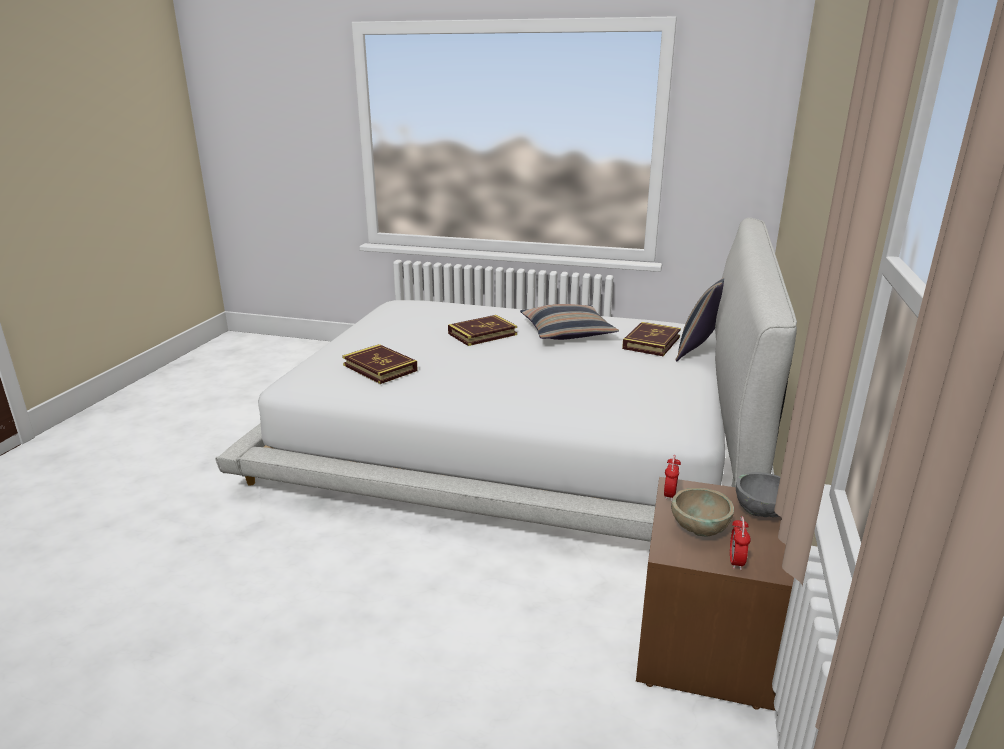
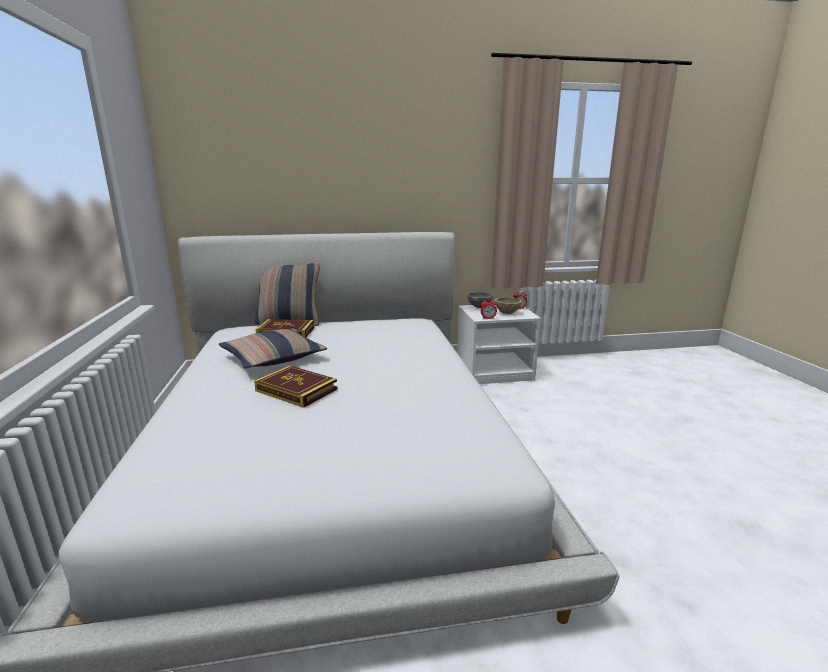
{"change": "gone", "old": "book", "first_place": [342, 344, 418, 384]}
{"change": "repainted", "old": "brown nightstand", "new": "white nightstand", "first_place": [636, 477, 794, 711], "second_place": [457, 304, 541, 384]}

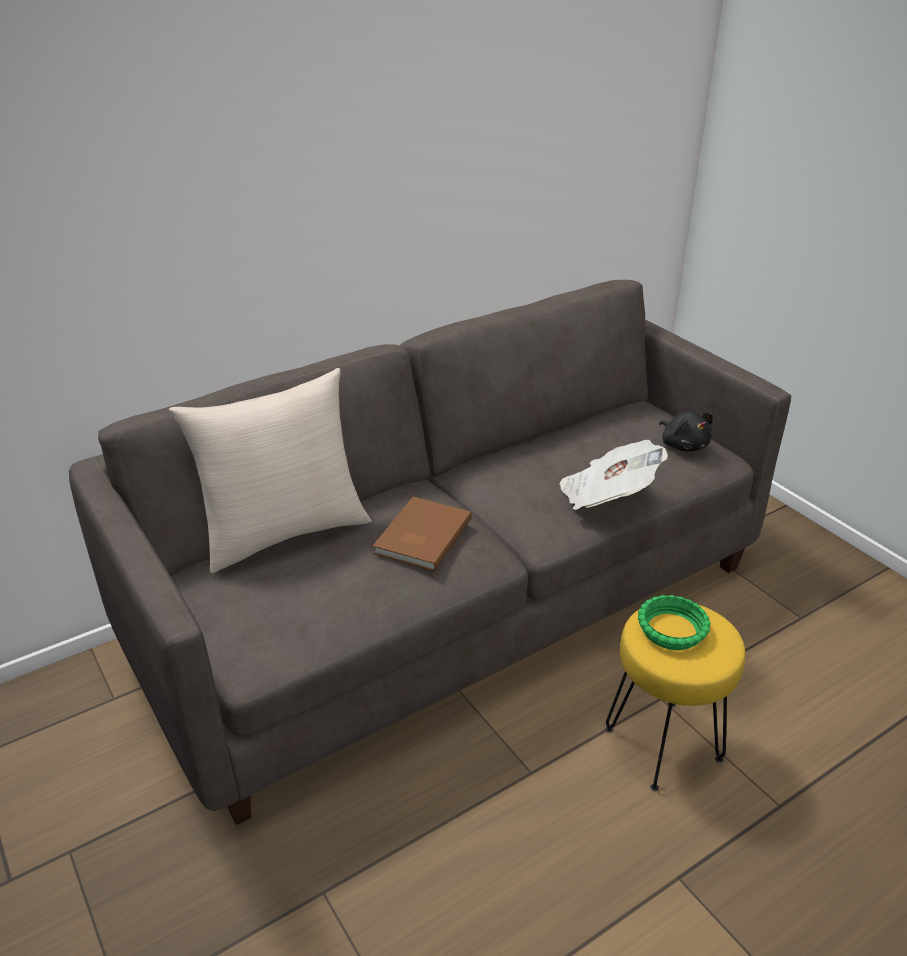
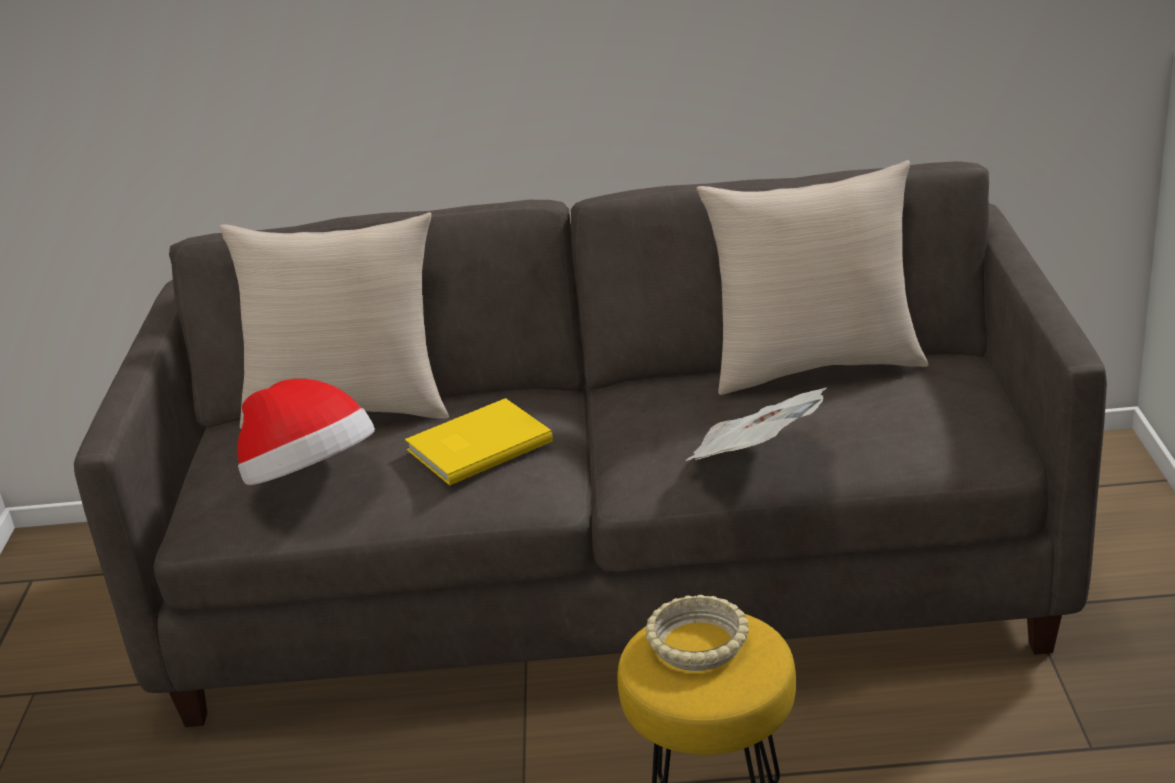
{"change": "repainted", "old": "brown book", "new": "yellow book", "first_place": [373, 497, 472, 571], "second_place": [405, 398, 553, 485]}
{"change": "repainted", "old": "green bowl", "new": "beige bowl", "first_place": [638, 595, 711, 650], "second_place": [645, 595, 749, 671]}
{"change": "gone", "old": "black plush toy", "first_place": [659, 411, 713, 451]}
{"change": "new", "new": "hat", "second_place": [237, 379, 375, 485]}
{"change": "new", "new": "beige pillow", "second_place": [696, 160, 929, 395]}

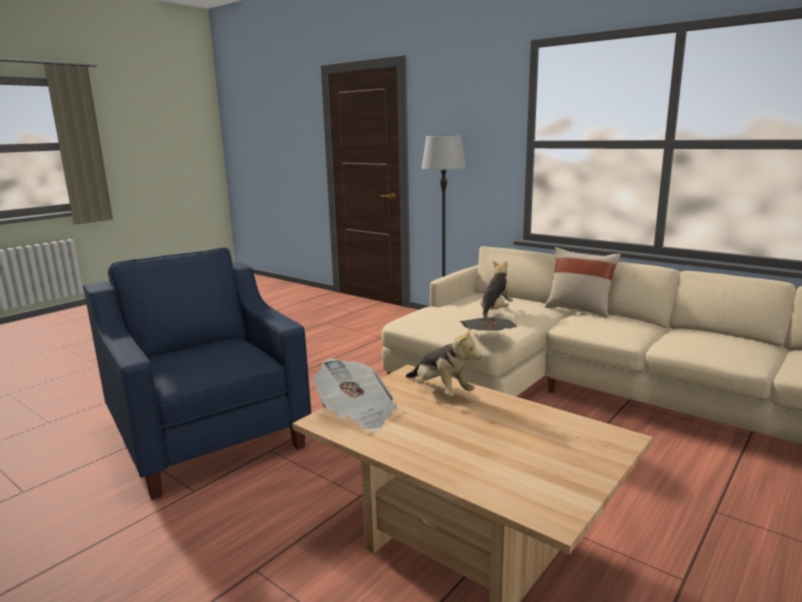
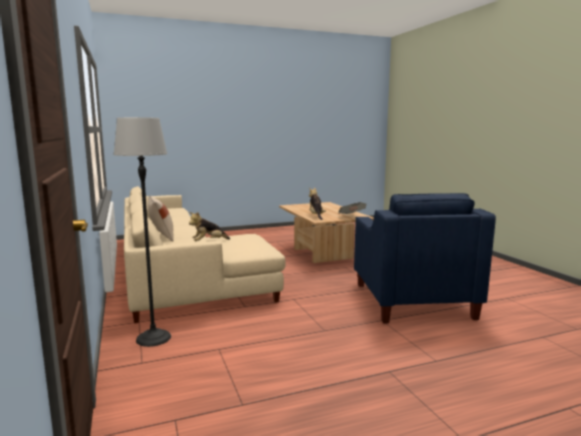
{"change": "gone", "old": "newspaper", "first_place": [460, 317, 517, 331]}

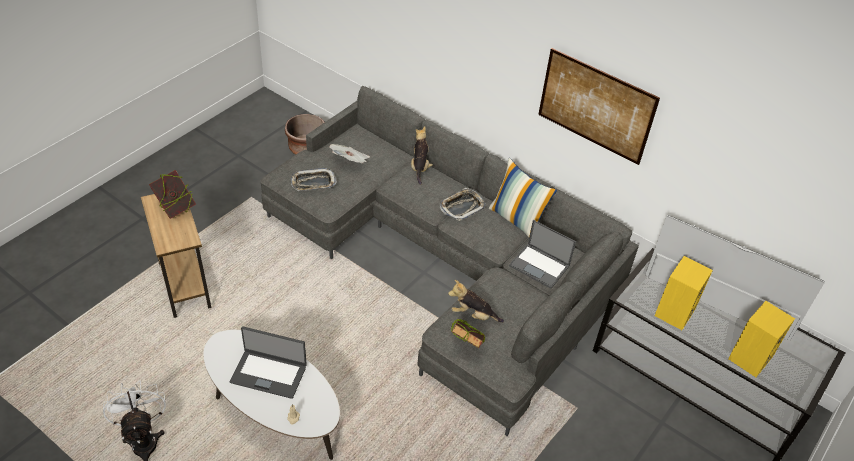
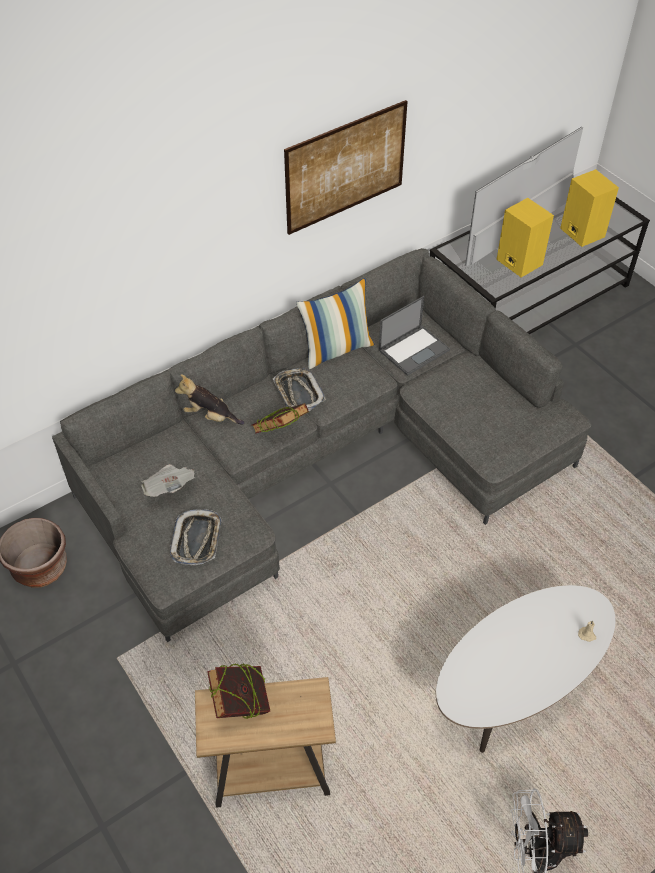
{"change": "gone", "old": "laptop", "first_place": [230, 326, 307, 399]}
{"change": "gone", "old": "plush toy", "first_place": [448, 280, 504, 323]}
{"change": "shifted", "old": "book", "first_place": [451, 319, 485, 348], "second_place": [252, 403, 309, 433]}

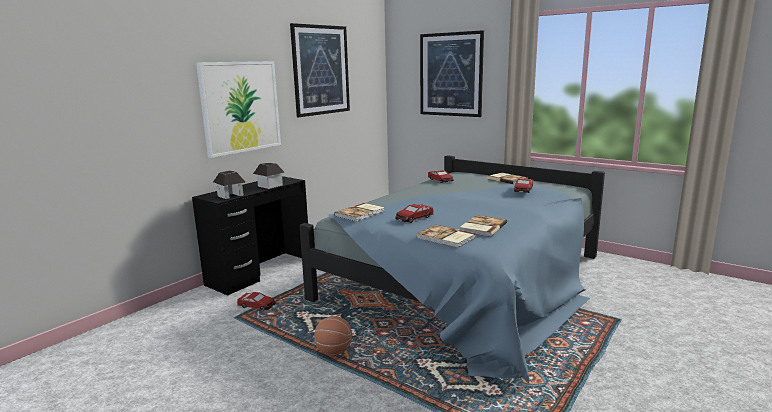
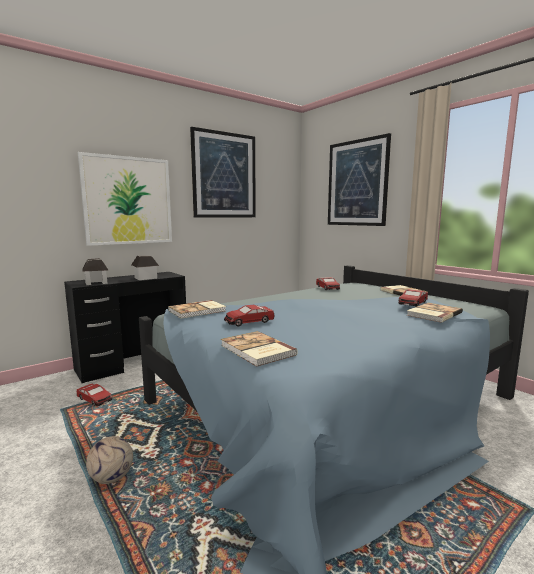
{"change": "swapped", "old": "basketball", "new": "football", "first_place": [314, 316, 352, 355], "second_place": [86, 436, 133, 484]}
{"change": "shifted", "old": "book", "first_place": [460, 215, 507, 237], "second_place": [407, 302, 463, 323]}

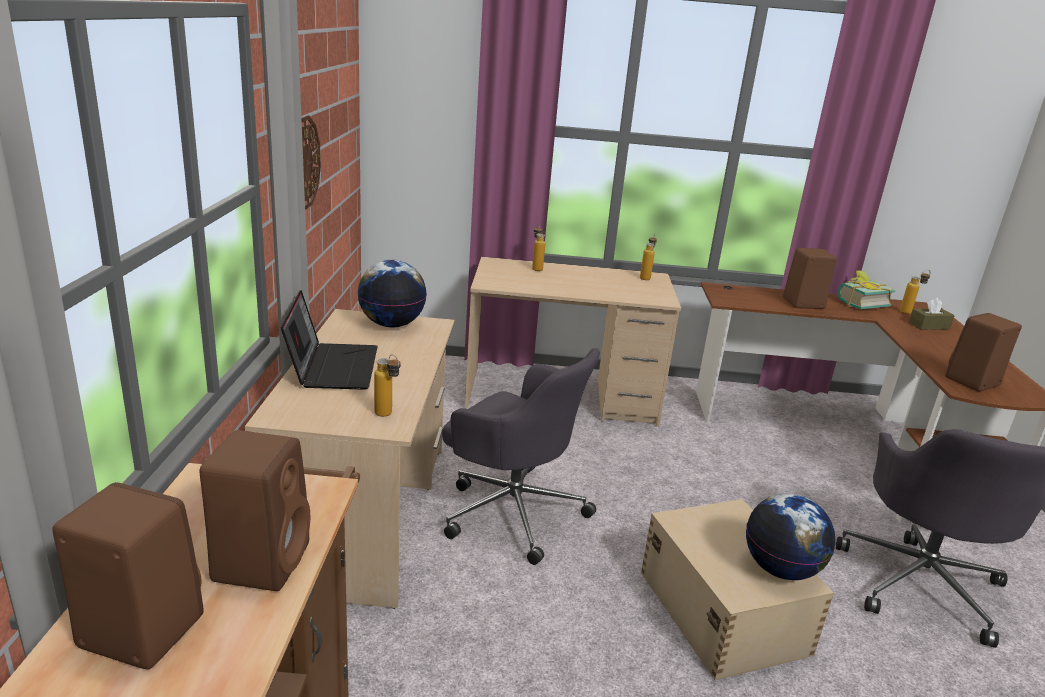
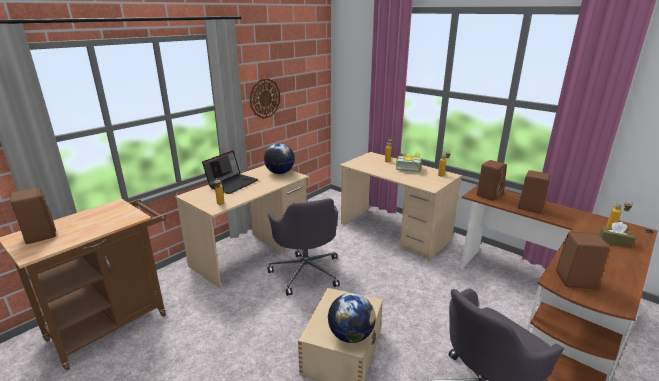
{"change": "shifted", "old": "brown speaker", "first_place": [200, 430, 310, 591], "second_place": [477, 160, 507, 201]}
{"change": "shifted", "old": "book", "first_place": [838, 271, 896, 309], "second_place": [396, 152, 422, 172]}

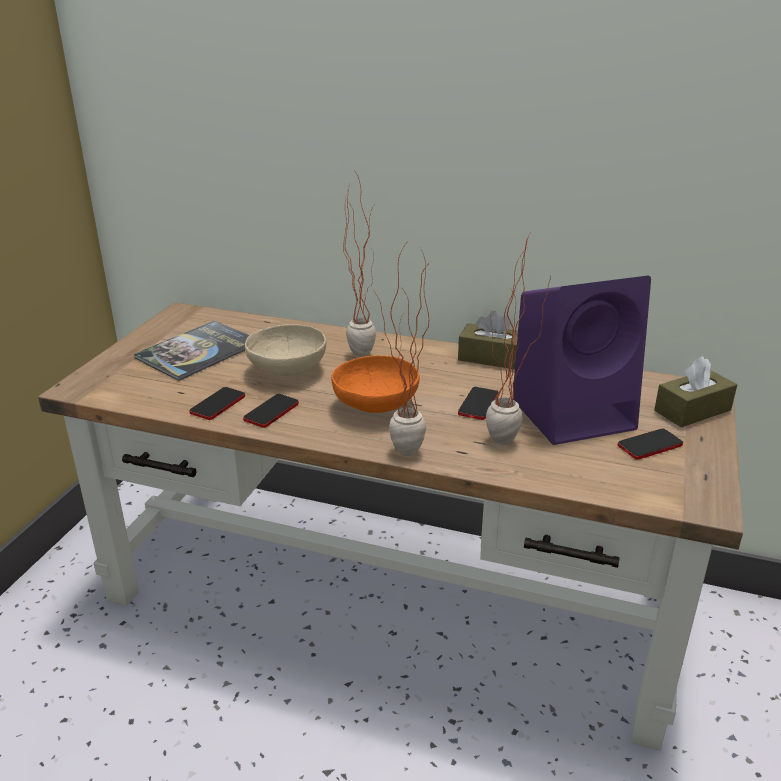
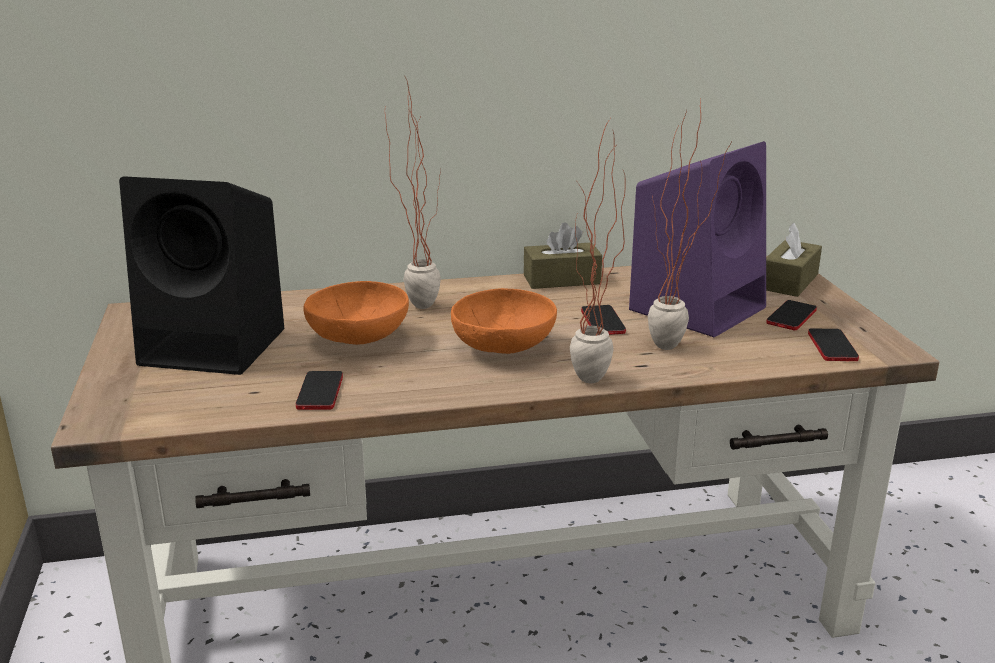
{"change": "swapped", "old": "book", "new": "black speaker", "first_place": [134, 321, 250, 381], "second_place": [119, 176, 284, 375]}
{"change": "shifted", "old": "phone", "first_place": [243, 394, 299, 428], "second_place": [808, 329, 859, 361]}
{"change": "repainted", "old": "beige bowl", "new": "orange bowl", "first_place": [245, 324, 326, 376], "second_place": [303, 281, 409, 345]}

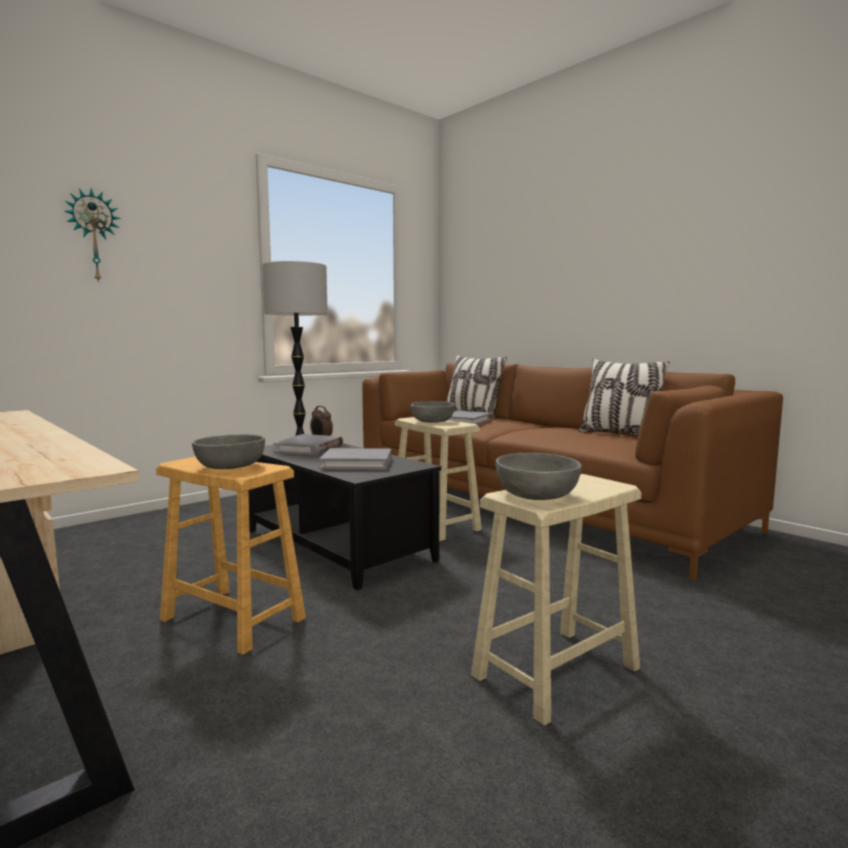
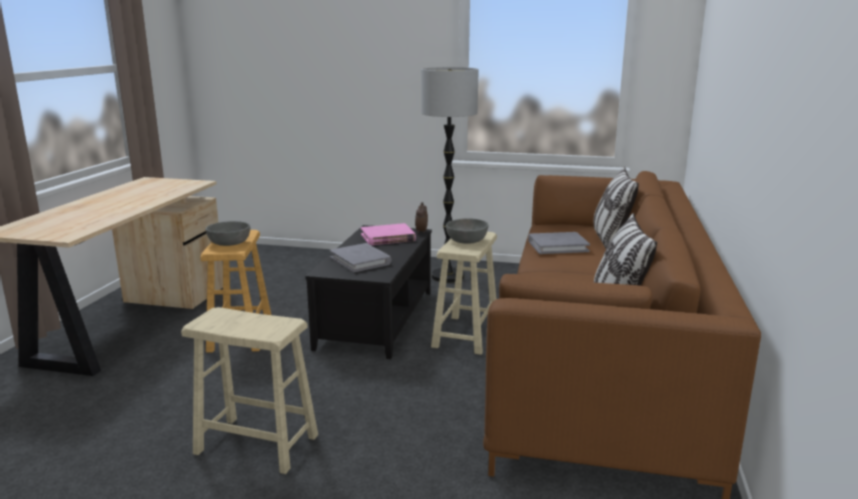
{"change": "gone", "old": "wall clock", "first_place": [64, 188, 121, 283]}
{"change": "repainted", "old": "grey book", "new": "pink book", "first_place": [274, 434, 343, 455], "second_place": [361, 223, 416, 245]}
{"change": "gone", "old": "grey bowl", "first_place": [495, 453, 582, 500]}

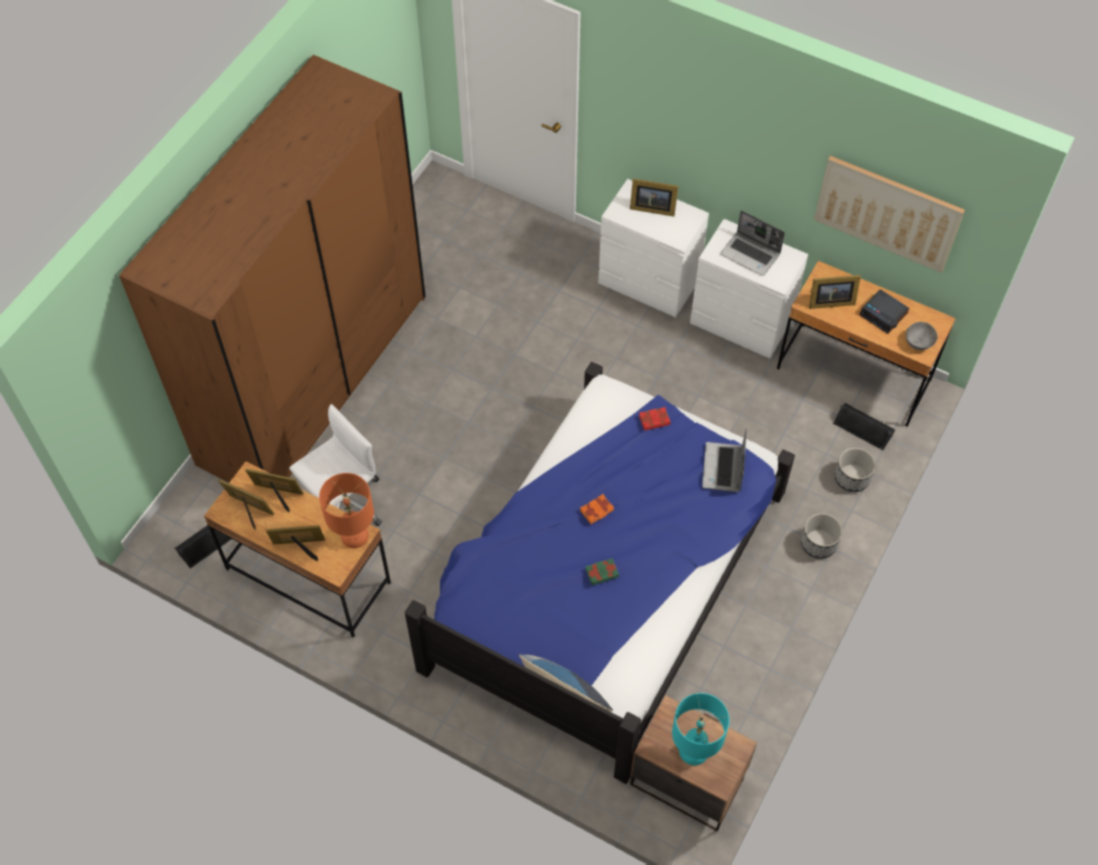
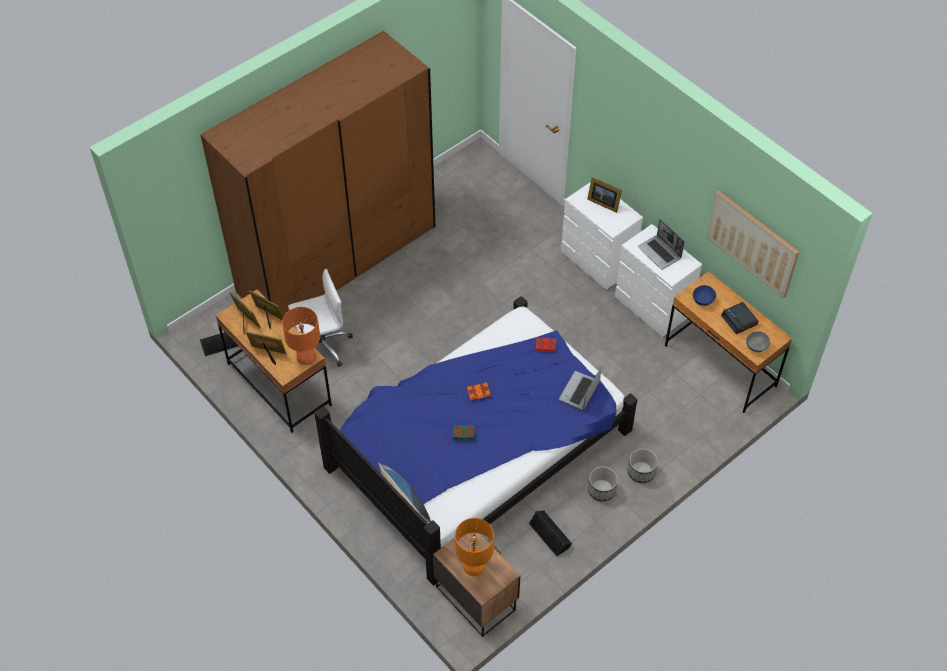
{"change": "repainted", "old": "turquoise table lamp", "new": "orange table lamp", "first_place": [672, 693, 729, 765], "second_place": [455, 518, 494, 576]}
{"change": "swapped", "old": "picture frame", "new": "blue bowl", "first_place": [809, 275, 861, 309], "second_place": [693, 285, 716, 306]}
{"change": "shifted", "old": "black speaker", "first_place": [833, 403, 896, 451], "second_place": [529, 510, 572, 557]}
{"change": "shifted", "old": "planter", "first_place": [835, 448, 876, 492], "second_place": [588, 466, 618, 501]}

